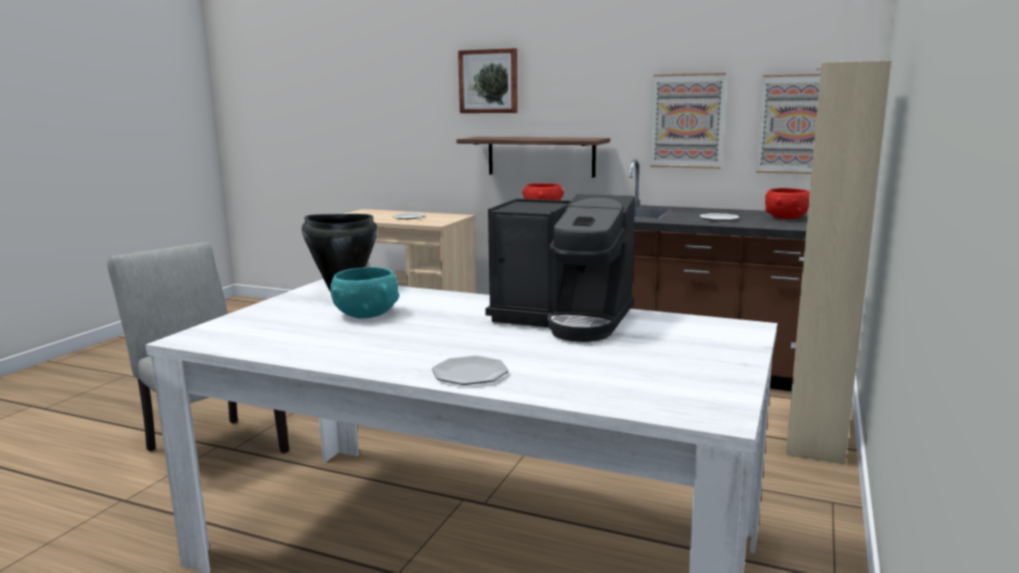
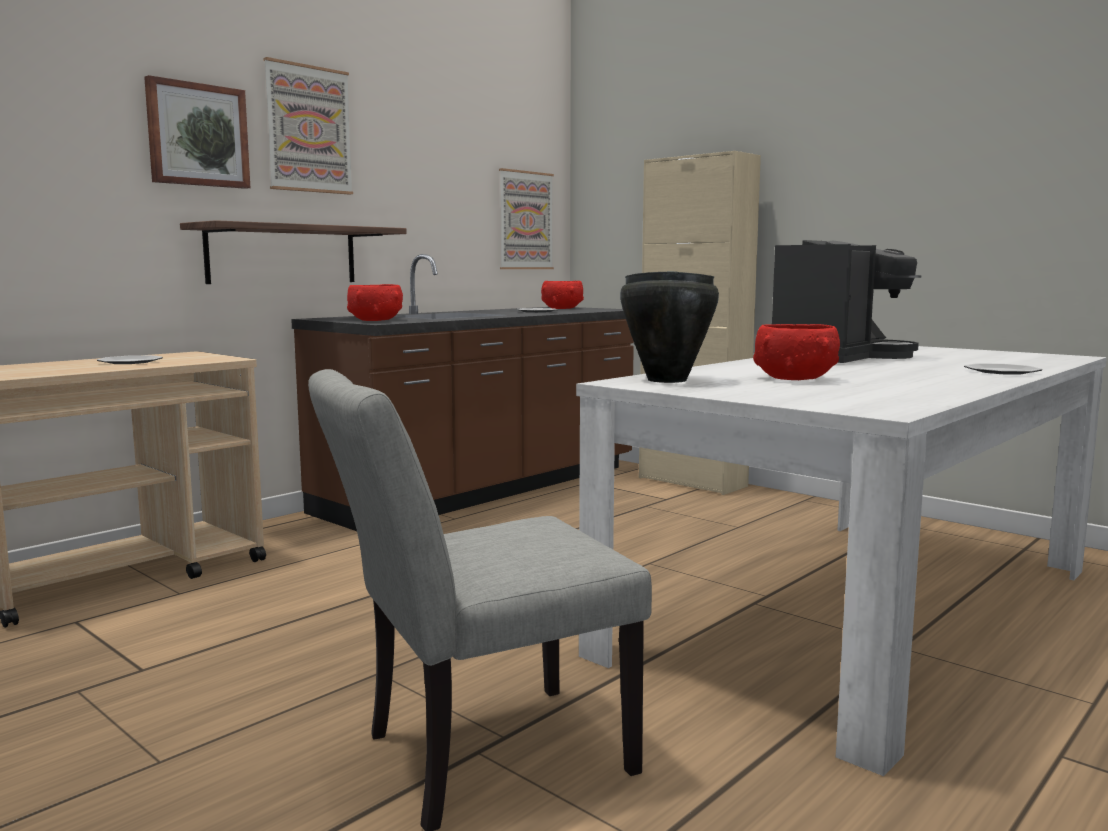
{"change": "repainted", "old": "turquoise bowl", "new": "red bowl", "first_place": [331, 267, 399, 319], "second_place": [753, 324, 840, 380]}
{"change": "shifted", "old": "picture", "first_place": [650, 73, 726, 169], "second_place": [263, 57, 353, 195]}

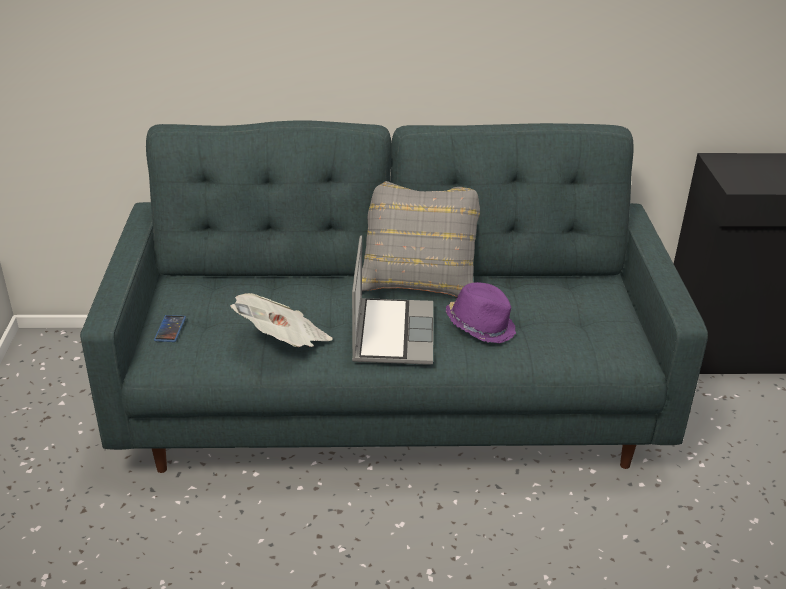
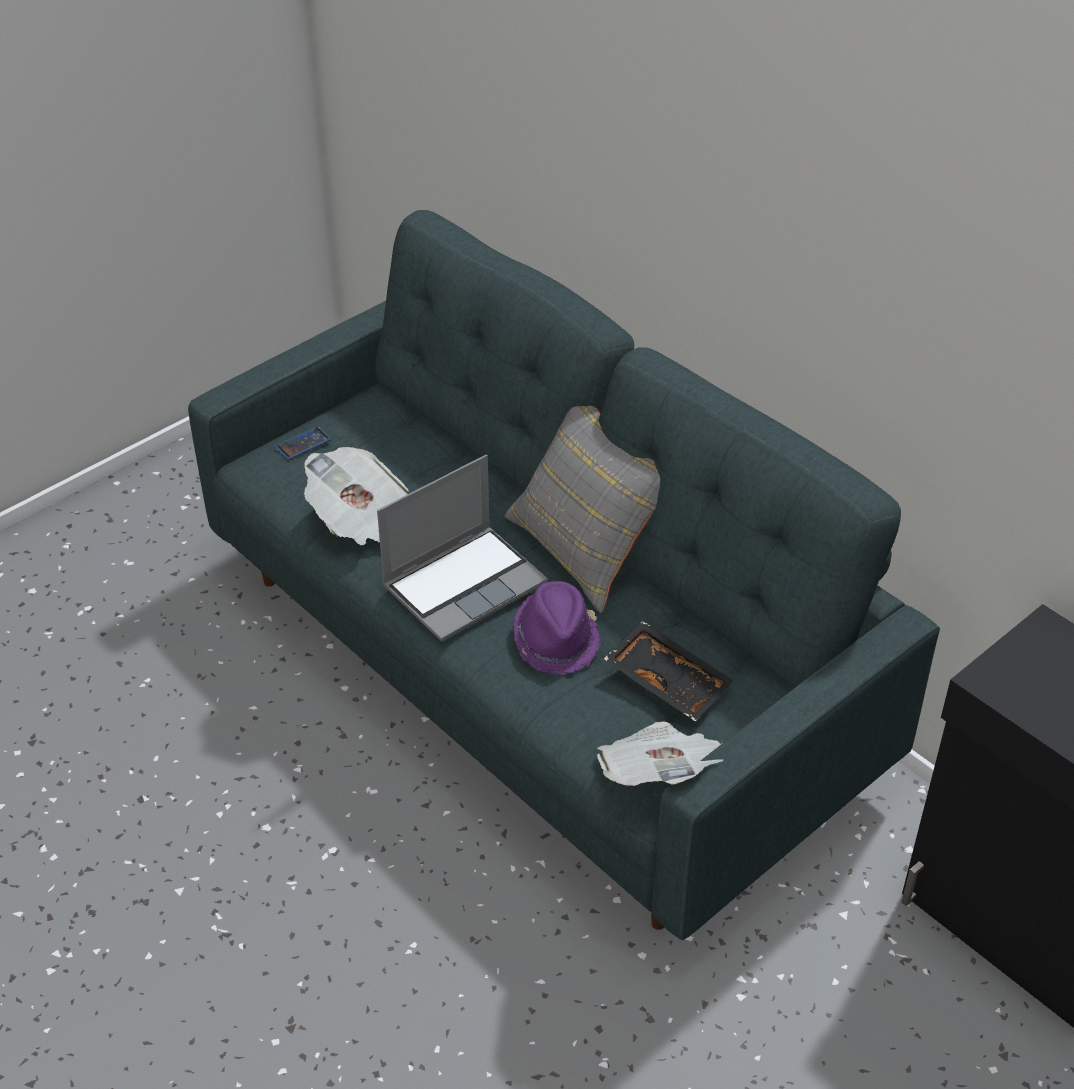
{"change": "new", "new": "newspaper", "second_place": [597, 721, 723, 786]}
{"change": "new", "new": "black tray", "second_place": [604, 621, 733, 722]}

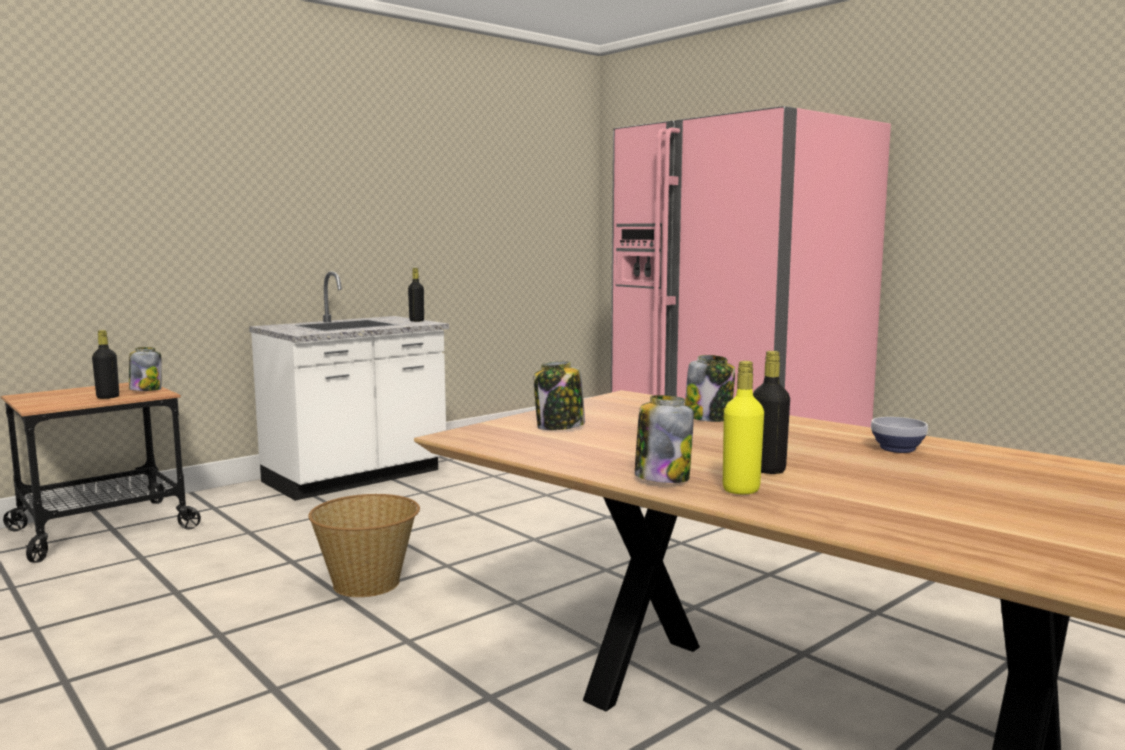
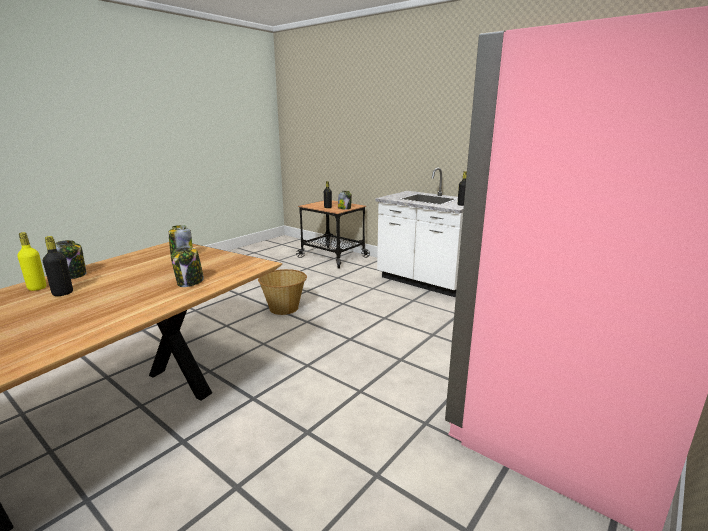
{"change": "gone", "old": "bowl", "first_place": [871, 417, 928, 453]}

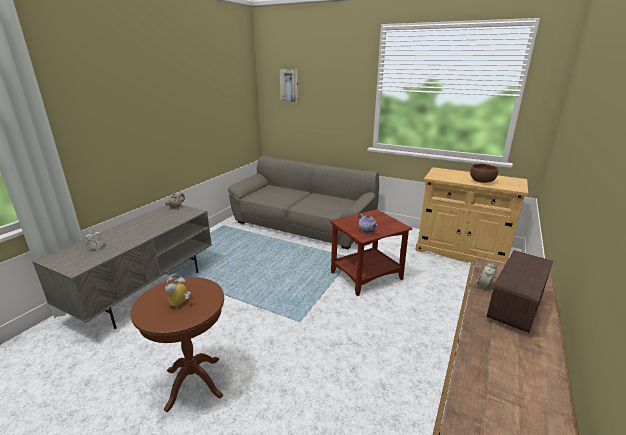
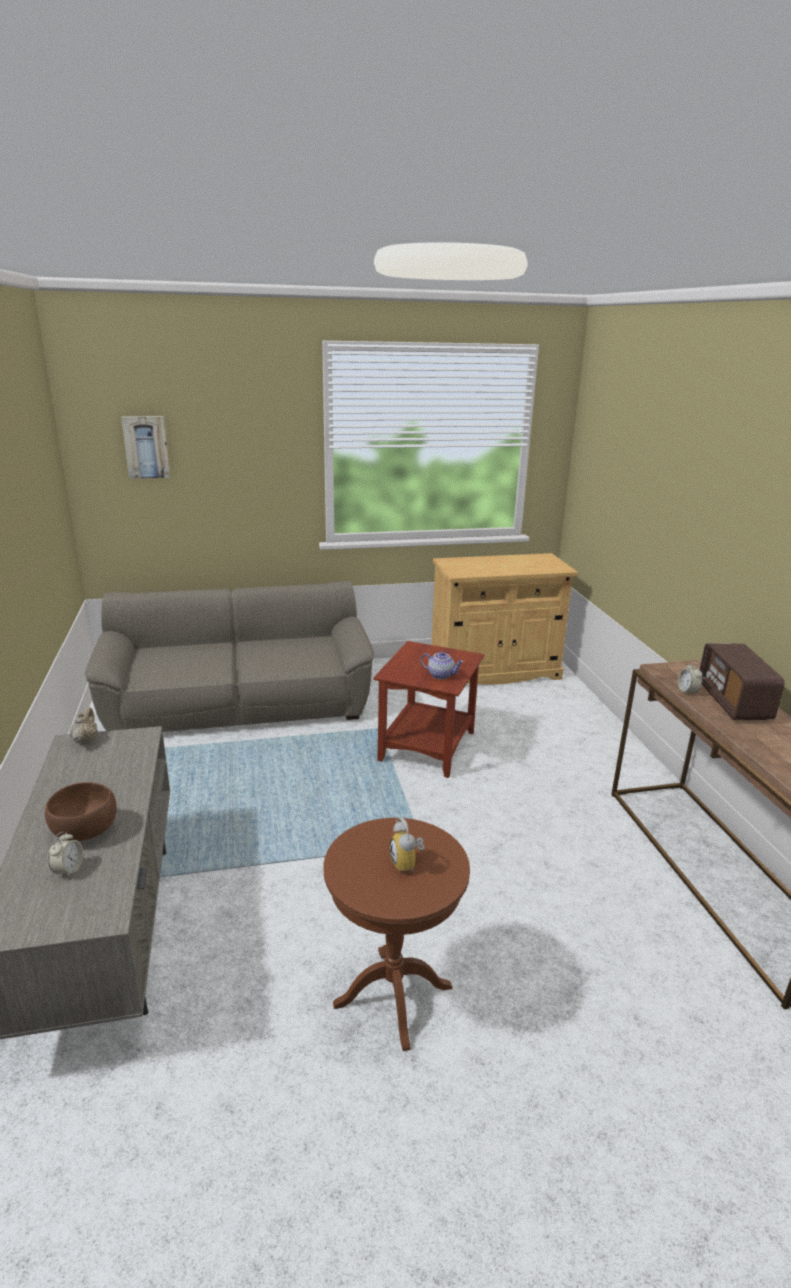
{"change": "shifted", "old": "brown bowl", "first_place": [470, 164, 498, 183], "second_place": [45, 782, 116, 841]}

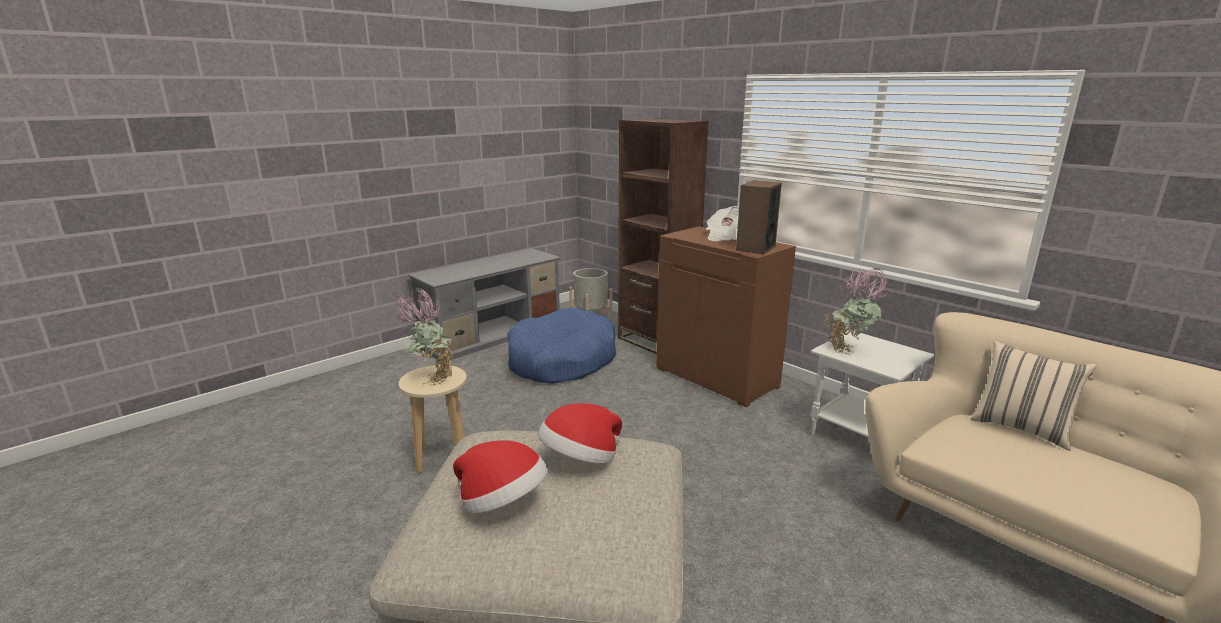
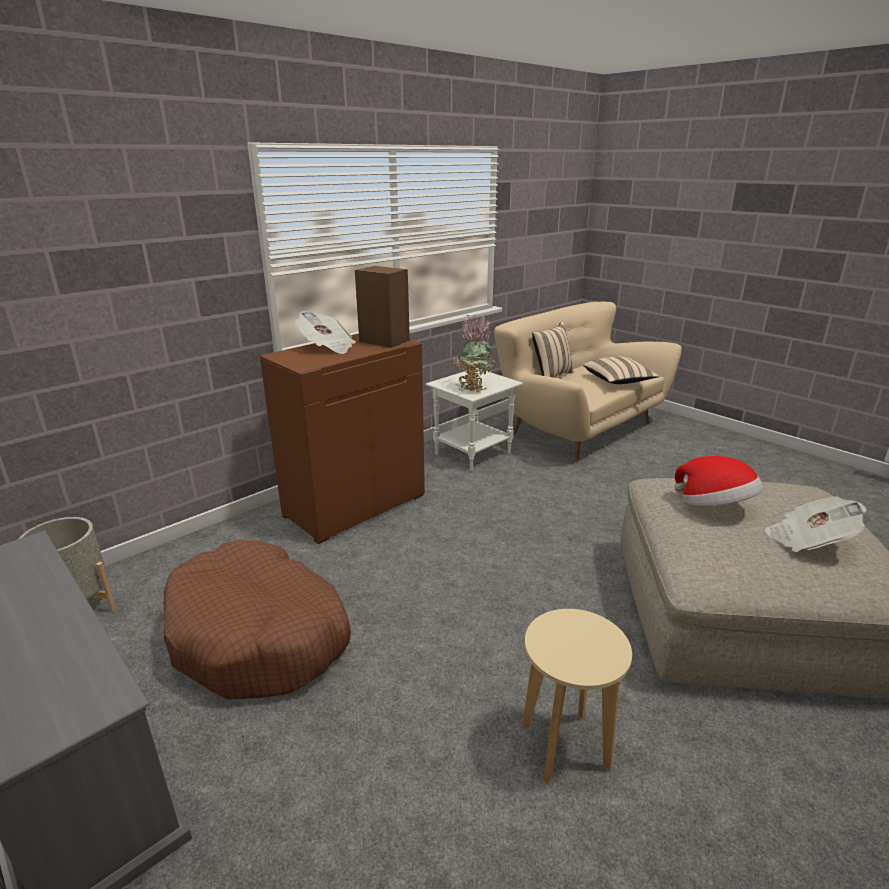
{"change": "gone", "old": "potted plant", "first_place": [396, 287, 455, 386]}
{"change": "swapped", "old": "hat", "new": "newspaper", "first_place": [453, 440, 548, 513], "second_place": [765, 496, 867, 552]}
{"change": "repainted", "old": "blue dog bed", "new": "brown dog bed", "first_place": [507, 307, 616, 384], "second_place": [164, 540, 351, 699]}
{"change": "gone", "old": "brown bookcase", "first_place": [618, 118, 709, 354]}
{"change": "new", "new": "beige pillow", "second_place": [583, 356, 659, 384]}

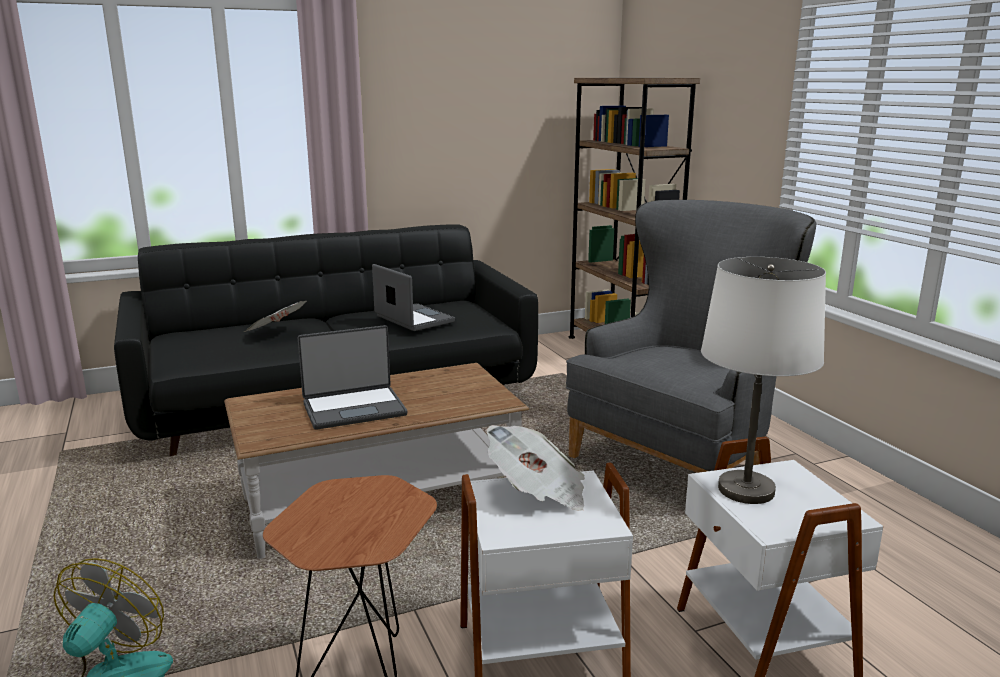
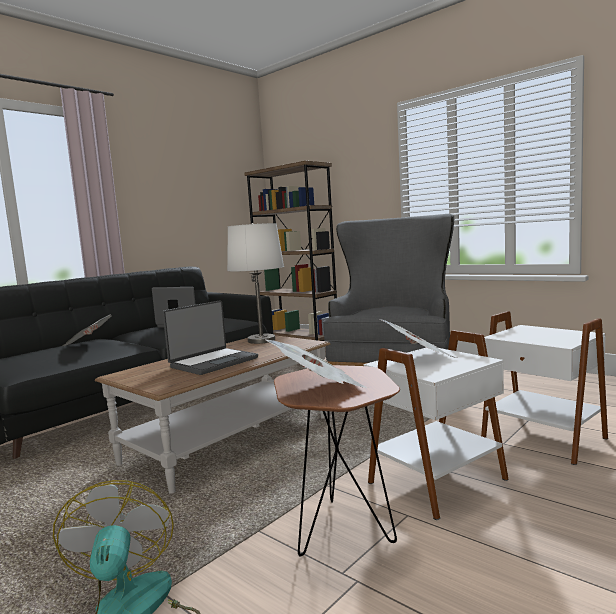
{"change": "shifted", "old": "white table lamp", "first_place": [701, 257, 826, 504], "second_place": [227, 223, 284, 344]}
{"change": "new", "new": "newspaper", "second_place": [266, 340, 368, 388]}

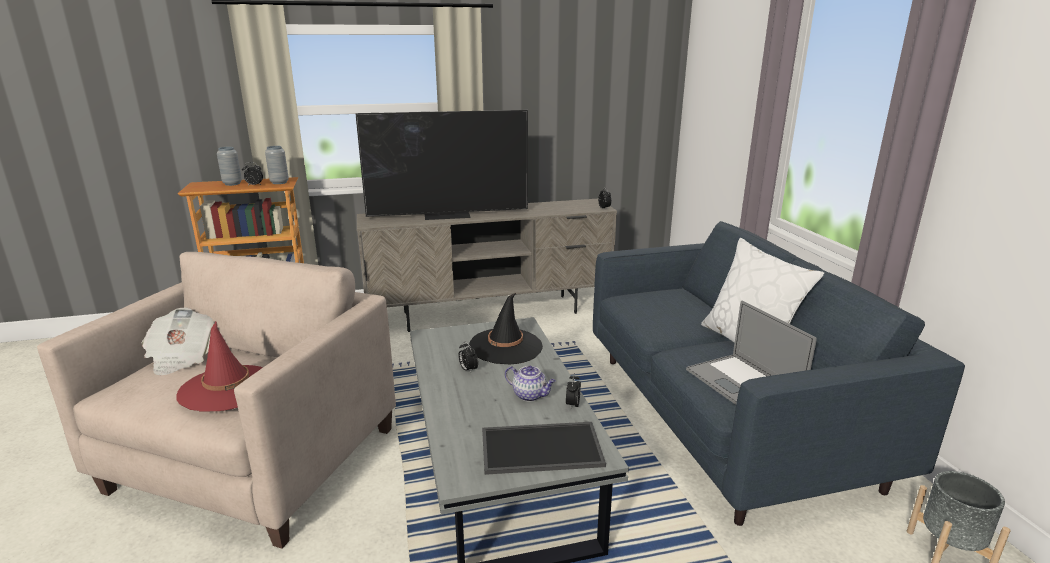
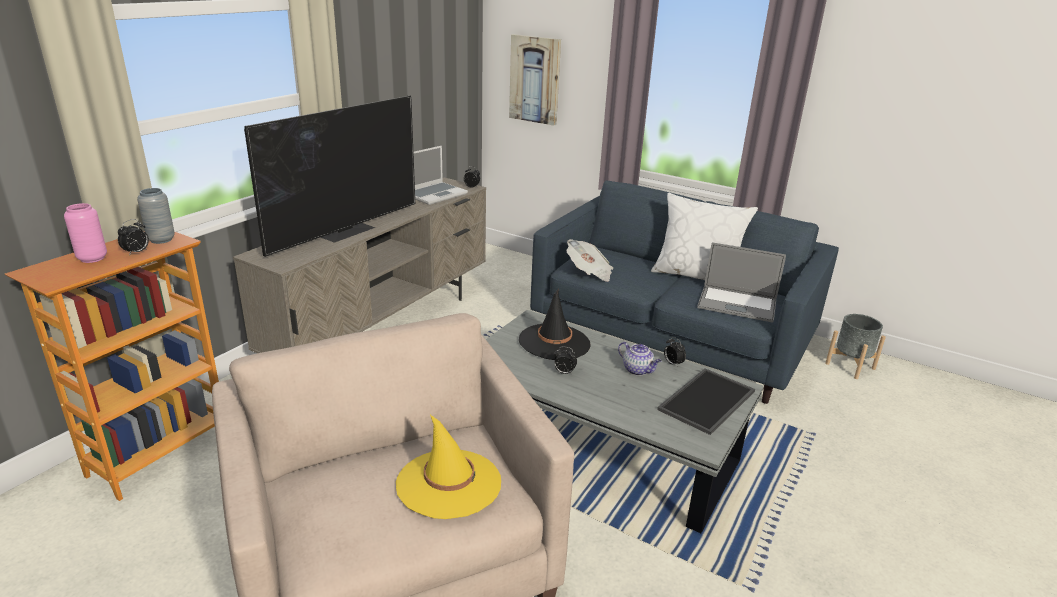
{"change": "shifted", "old": "newspaper", "first_place": [141, 307, 215, 376], "second_place": [566, 239, 613, 282]}
{"change": "repainted", "old": "red hat", "new": "yellow hat", "first_place": [176, 322, 263, 411], "second_place": [396, 415, 501, 519]}
{"change": "repainted", "old": "grey vase", "new": "pink vase", "first_place": [217, 147, 242, 186], "second_place": [64, 203, 107, 263]}
{"change": "rotated", "old": "teapot", "first_place": [505, 366, 556, 402], "second_place": [618, 342, 661, 375], "degrees": 60}
{"change": "new", "new": "laptop", "second_place": [413, 146, 468, 205]}
{"change": "new", "new": "picture", "second_place": [509, 34, 561, 126]}

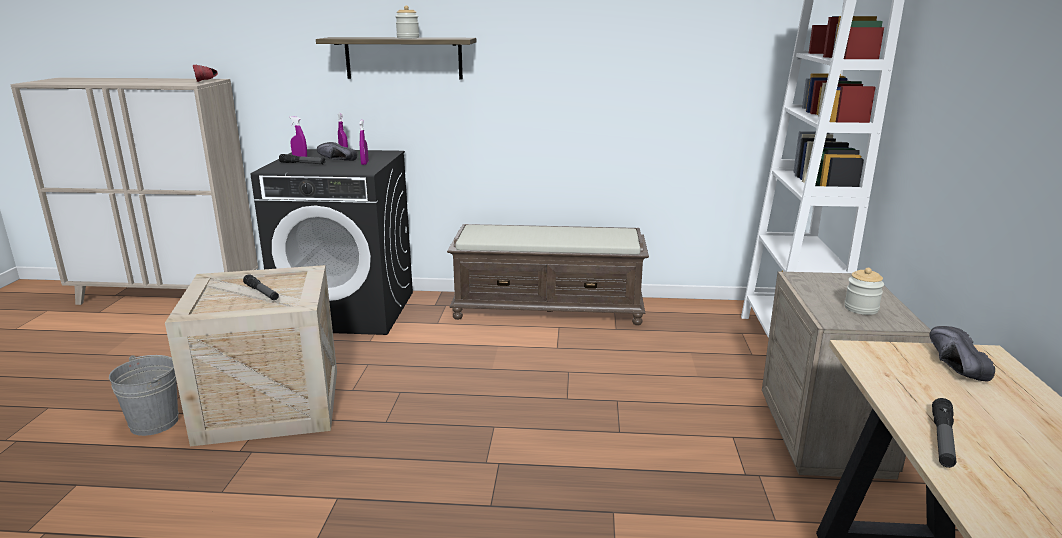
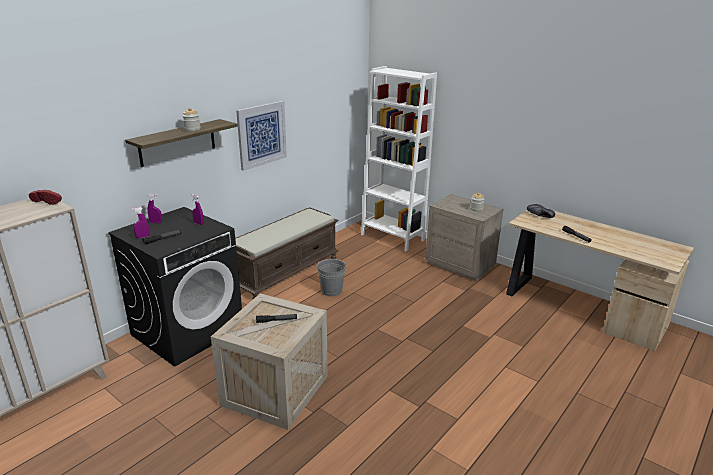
{"change": "shifted", "old": "grey bucket", "first_place": [109, 355, 179, 436], "second_place": [315, 259, 347, 296]}
{"change": "gone", "old": "black shoe", "first_place": [317, 142, 357, 161]}
{"change": "new", "new": "picture", "second_place": [236, 101, 287, 171]}

